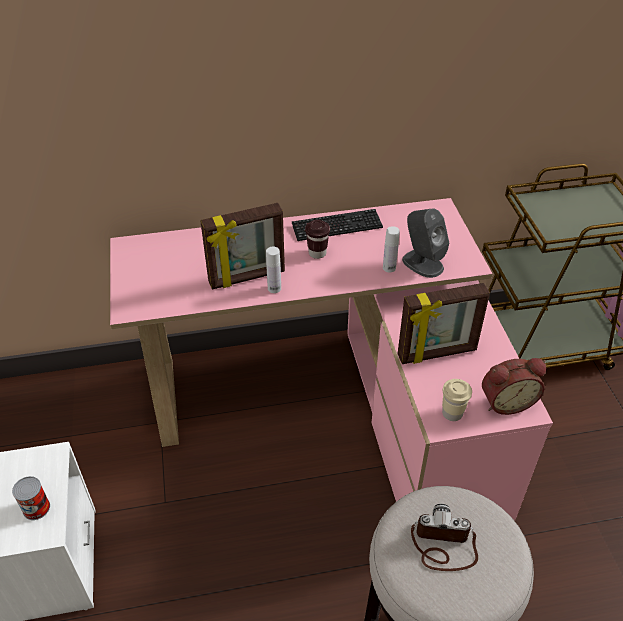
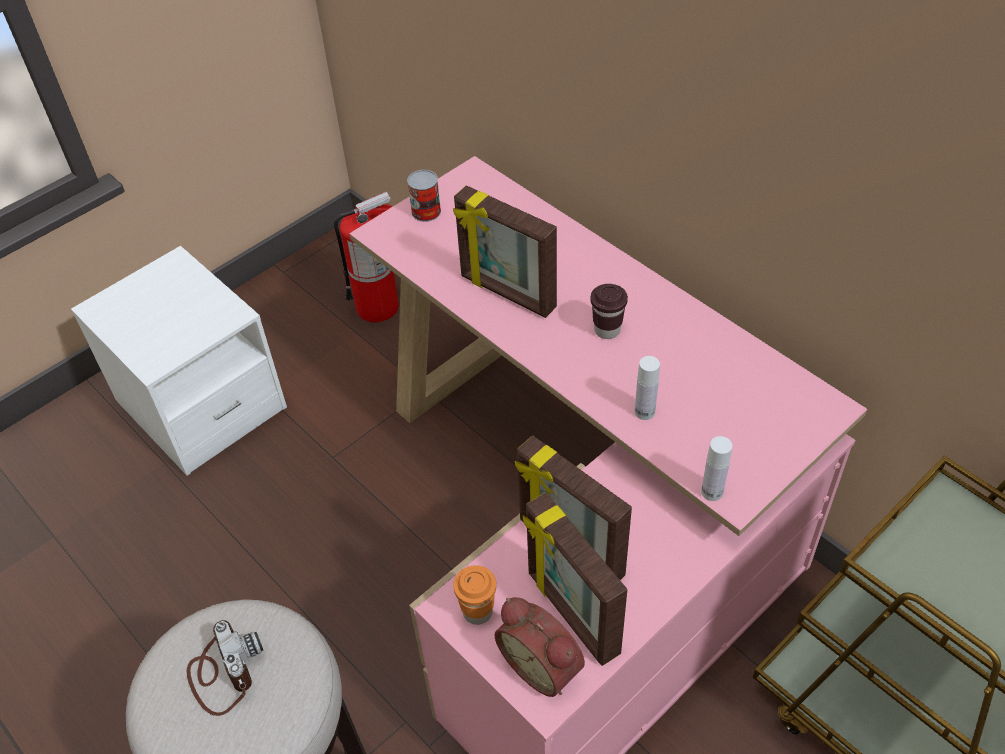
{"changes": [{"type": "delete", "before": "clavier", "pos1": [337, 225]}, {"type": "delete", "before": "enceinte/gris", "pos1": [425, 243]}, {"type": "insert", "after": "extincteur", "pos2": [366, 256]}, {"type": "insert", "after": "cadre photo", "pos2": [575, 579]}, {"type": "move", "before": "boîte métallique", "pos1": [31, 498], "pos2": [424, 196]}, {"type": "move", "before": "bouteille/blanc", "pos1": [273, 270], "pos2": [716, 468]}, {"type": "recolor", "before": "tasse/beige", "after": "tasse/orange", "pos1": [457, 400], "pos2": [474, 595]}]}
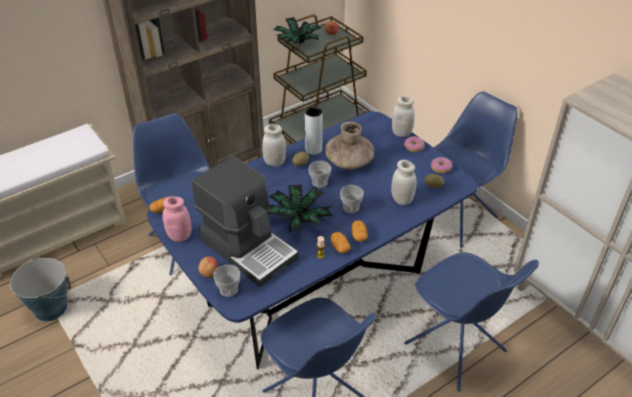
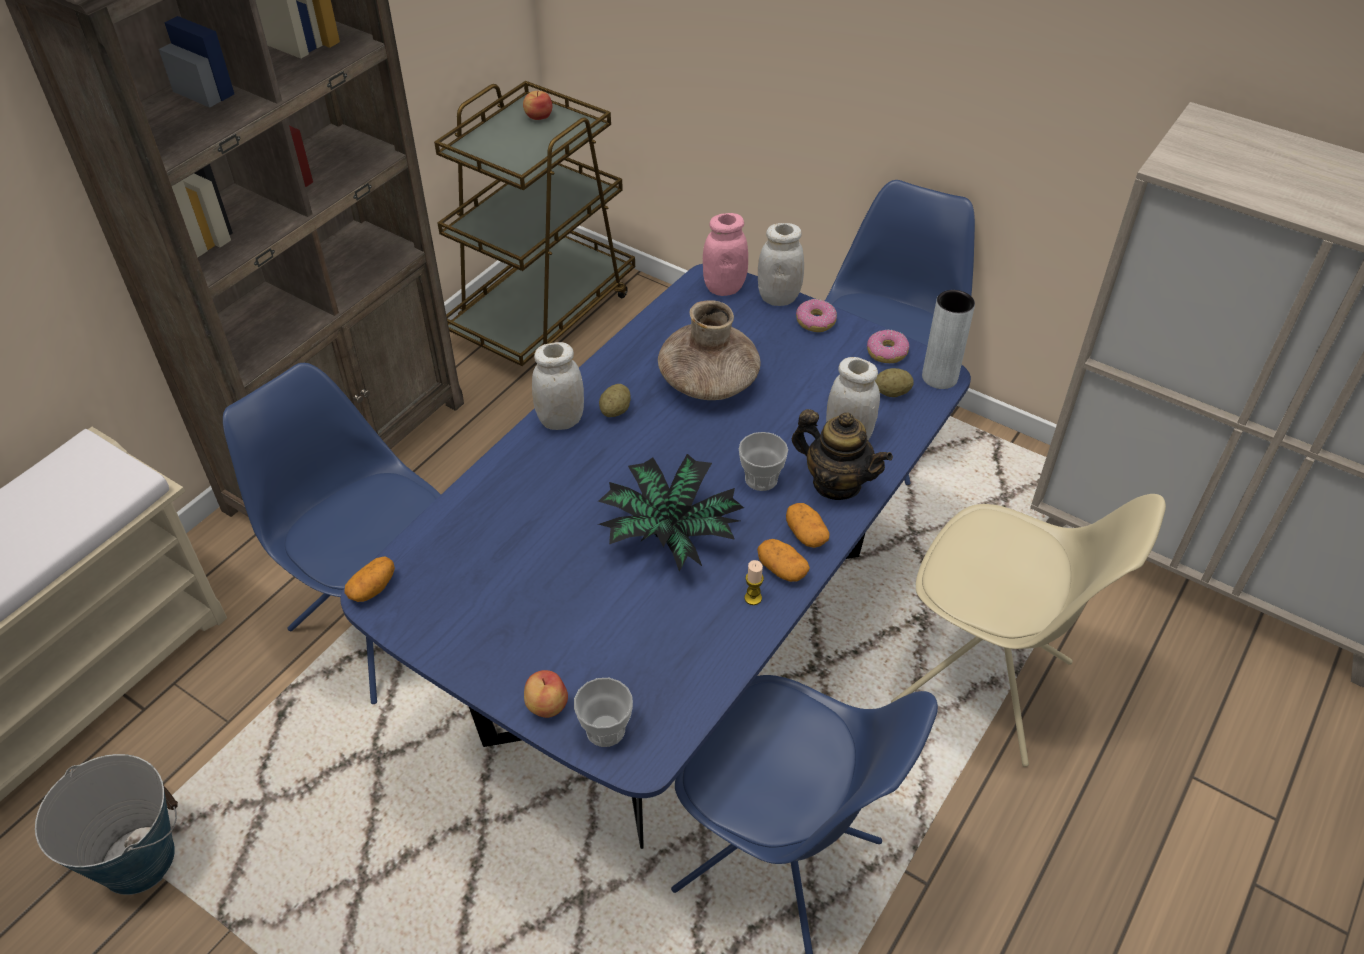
{"changes": [{"type": "delete", "before": "machine à café", "pos1": [245, 221]}, {"type": "delete", "before": "plante en pot", "pos1": [297, 30]}, {"type": "delete", "before": "tasse", "pos1": [320, 174]}, {"type": "insert", "after": "théière", "pos2": [842, 454]}, {"type": "move", "before": "bocal/rose", "pos1": [177, 219], "pos2": [725, 254]}, {"type": "move", "before": "vase/gris", "pos1": [314, 131], "pos2": [948, 339]}, {"type": "recolor", "before": "chaise/bleu", "after": "chaise/beige", "pos1": [471, 322], "pos2": [1028, 630]}]}
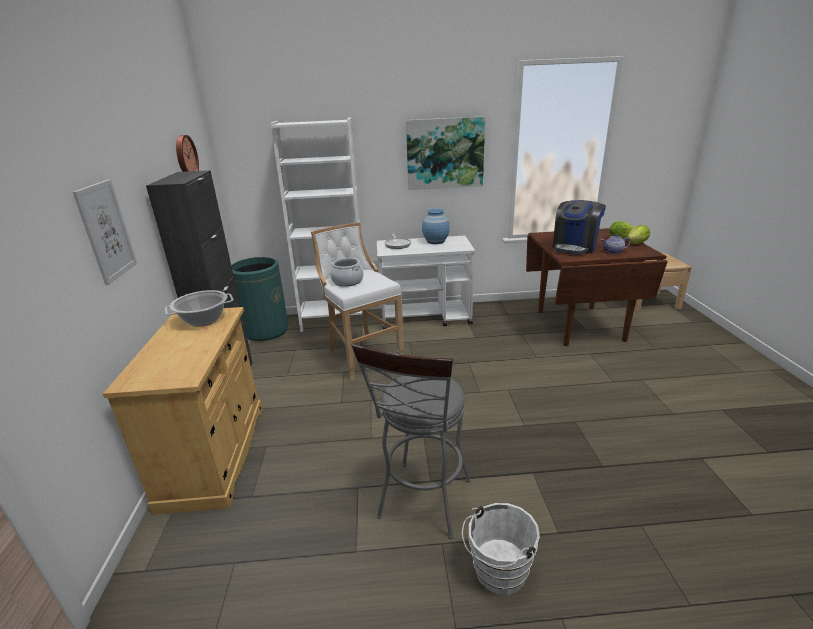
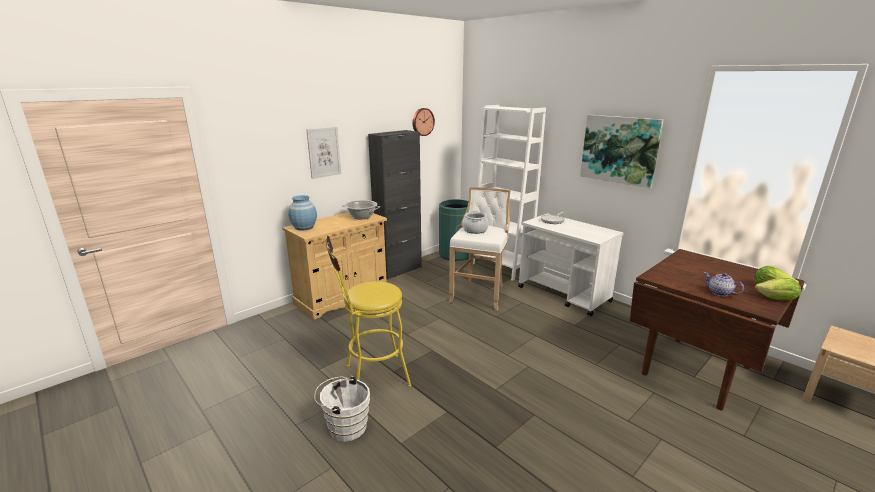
{"changes": [{"type": "delete", "before": "machine à café", "pos1": [579, 227]}, {"type": "move", "before": "vase/bleu", "pos1": [436, 226], "pos2": [302, 213]}, {"type": "recolor", "before": "tabouret/gris", "after": "tabouret/jaune", "pos1": [411, 441], "pos2": [368, 311]}]}
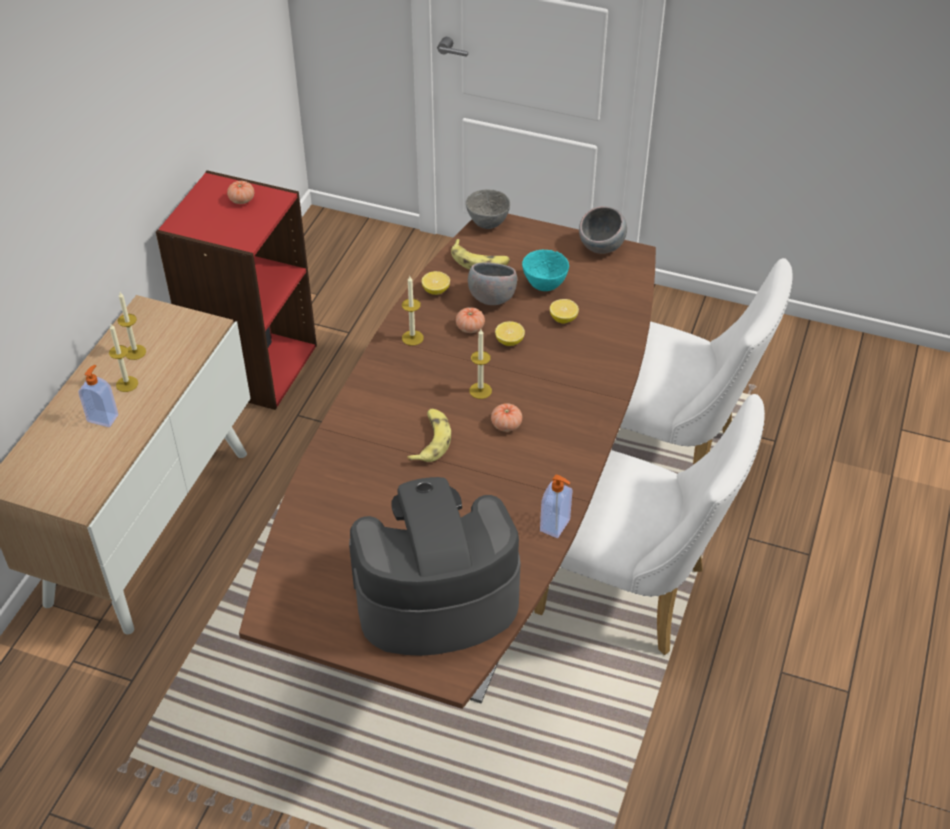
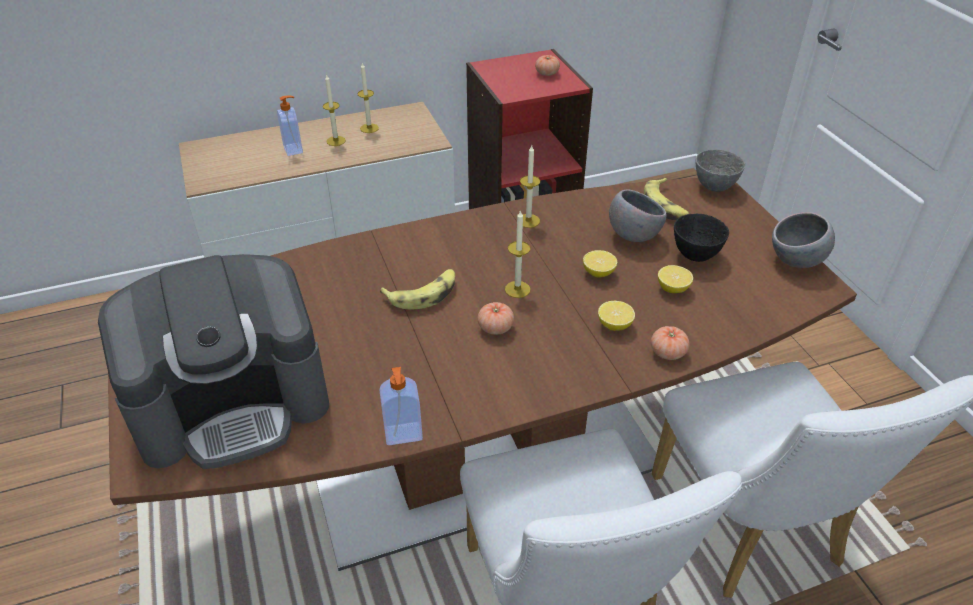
{"changes": [{"type": "move", "before": "citron", "pos1": [436, 283], "pos2": [616, 316]}, {"type": "move", "before": "tomate", "pos1": [470, 320], "pos2": [670, 343]}, {"type": "recolor", "before": "bol/turquoise", "after": "bol/noir", "pos1": [545, 270], "pos2": [701, 237]}, {"type": "rotate", "before": "machine à café", "pos1": [435, 566], "pos2": [213, 361], "turn": 120}]}
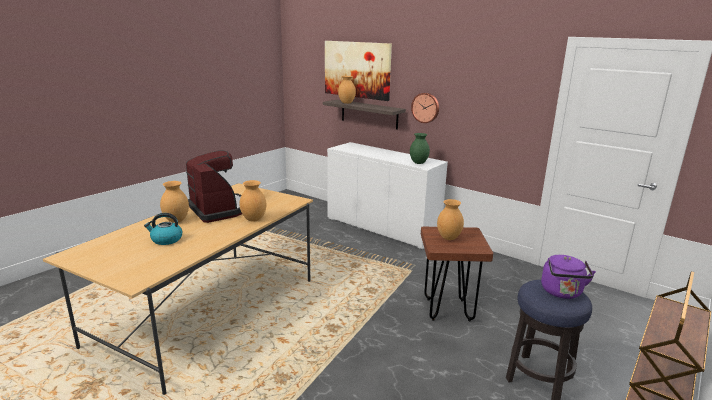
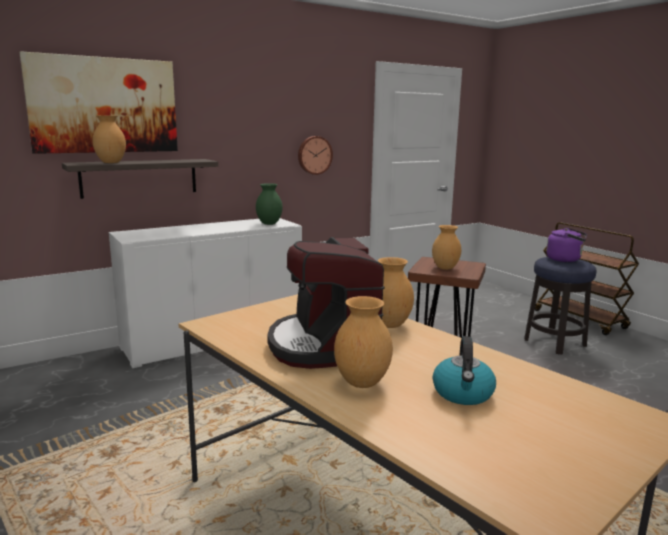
{"changes": [{"type": "move", "before": "horloge murale", "pos1": [425, 108], "pos2": [315, 155]}, {"type": "rotate", "before": "machine à café", "pos1": [214, 186], "pos2": [325, 303], "turn": -90}]}
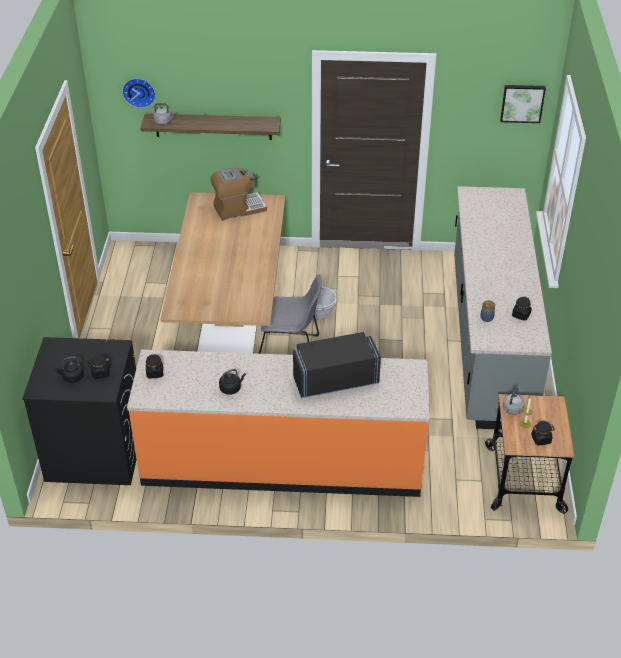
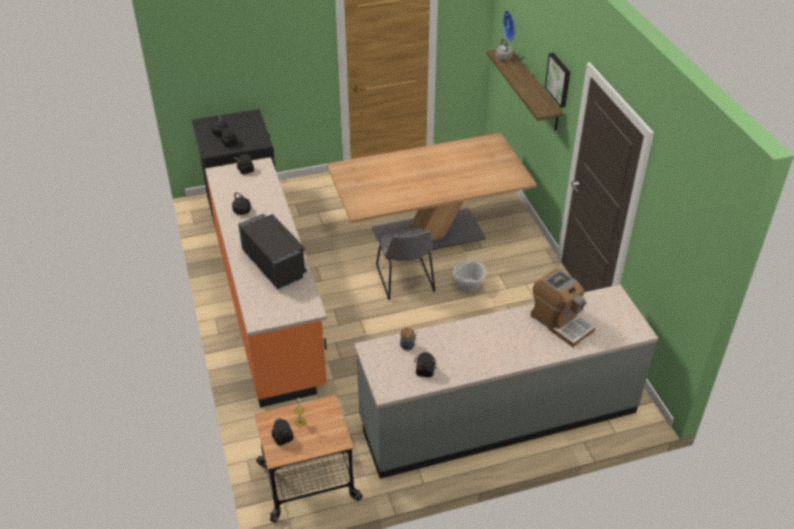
{"changes": [{"type": "delete", "before": "bouilloire/gris", "pos1": [514, 401]}, {"type": "move", "before": "machine à café", "pos1": [238, 194], "pos2": [563, 307]}, {"type": "move", "before": "tableau", "pos1": [523, 104], "pos2": [557, 80]}]}
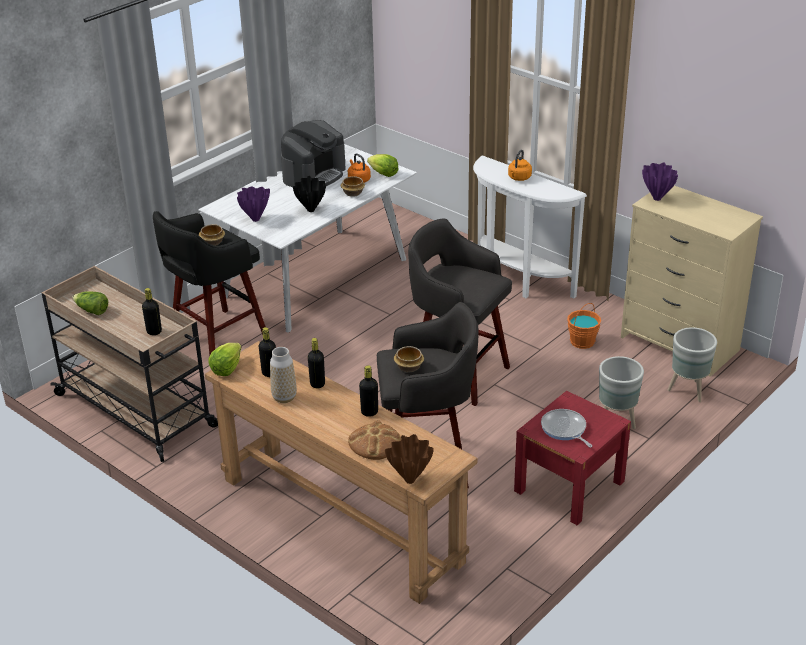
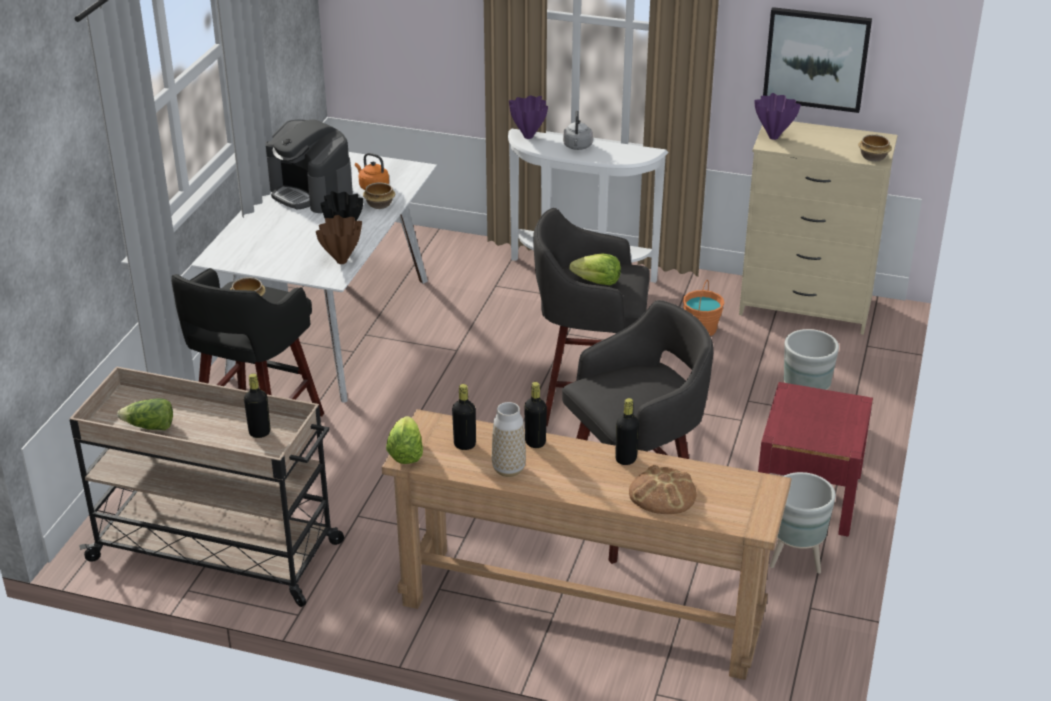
{"changes": [{"type": "delete", "before": "poêle", "pos1": [566, 428]}, {"type": "insert", "after": "tableau", "pos2": [817, 60]}, {"type": "move", "before": "vase/violet", "pos1": [253, 204], "pos2": [528, 117]}, {"type": "move", "before": "laitue", "pos1": [383, 165], "pos2": [595, 269]}, {"type": "move", "before": "vase/marron", "pos1": [409, 459], "pos2": [339, 239]}, {"type": "move", "before": "bol", "pos1": [409, 359], "pos2": [875, 148]}, {"type": "move", "before": "cache-pot/gris", "pos1": [692, 364], "pos2": [802, 523]}, {"type": "recolor", "before": "bouilloire/orange", "after": "bouilloire/gris", "pos1": [520, 165], "pos2": [578, 130]}, {"type": "rotate", "before": "machine à café", "pos1": [313, 153], "pos2": [309, 166], "turn": 120}]}
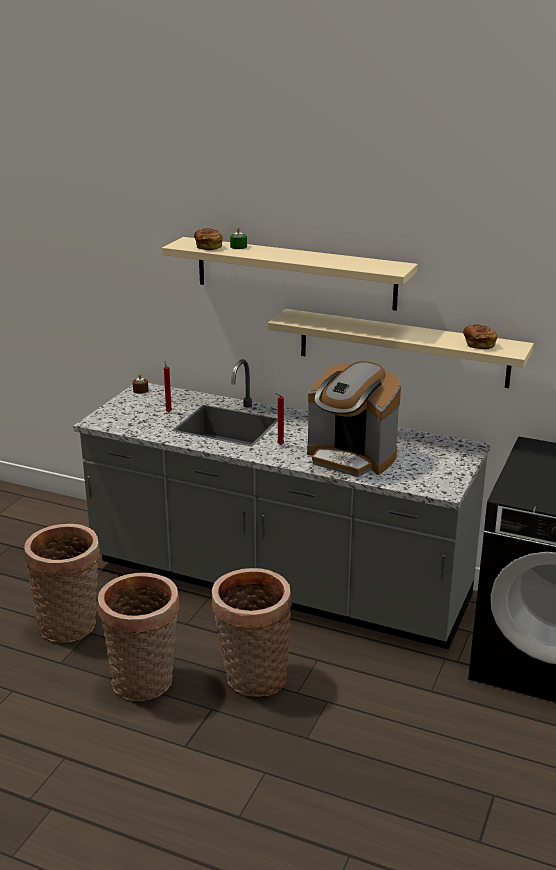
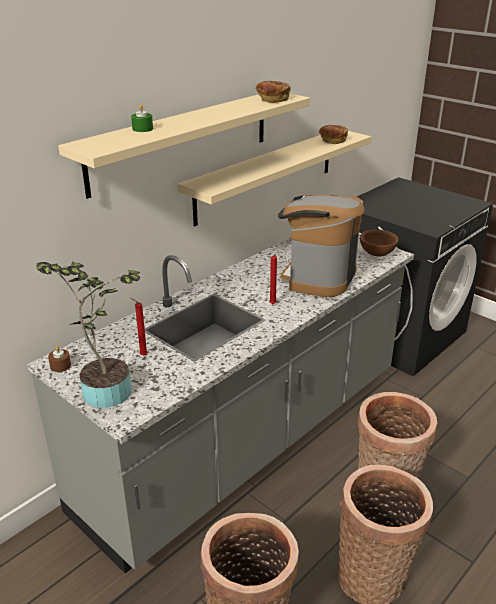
{"changes": [{"type": "insert", "after": "plante en pot", "pos2": [88, 335]}, {"type": "insert", "after": "bol/marron", "pos2": [379, 243]}, {"type": "move", "before": "pain", "pos1": [208, 239], "pos2": [273, 92]}, {"type": "rotate", "before": "machine à café", "pos1": [354, 419], "pos2": [321, 246], "turn": 150}]}
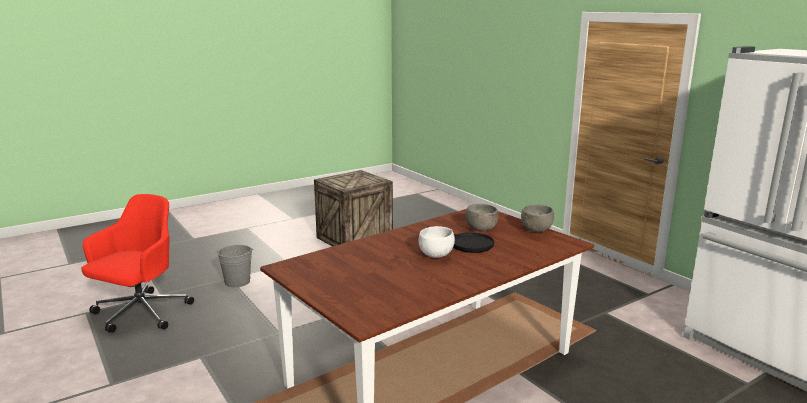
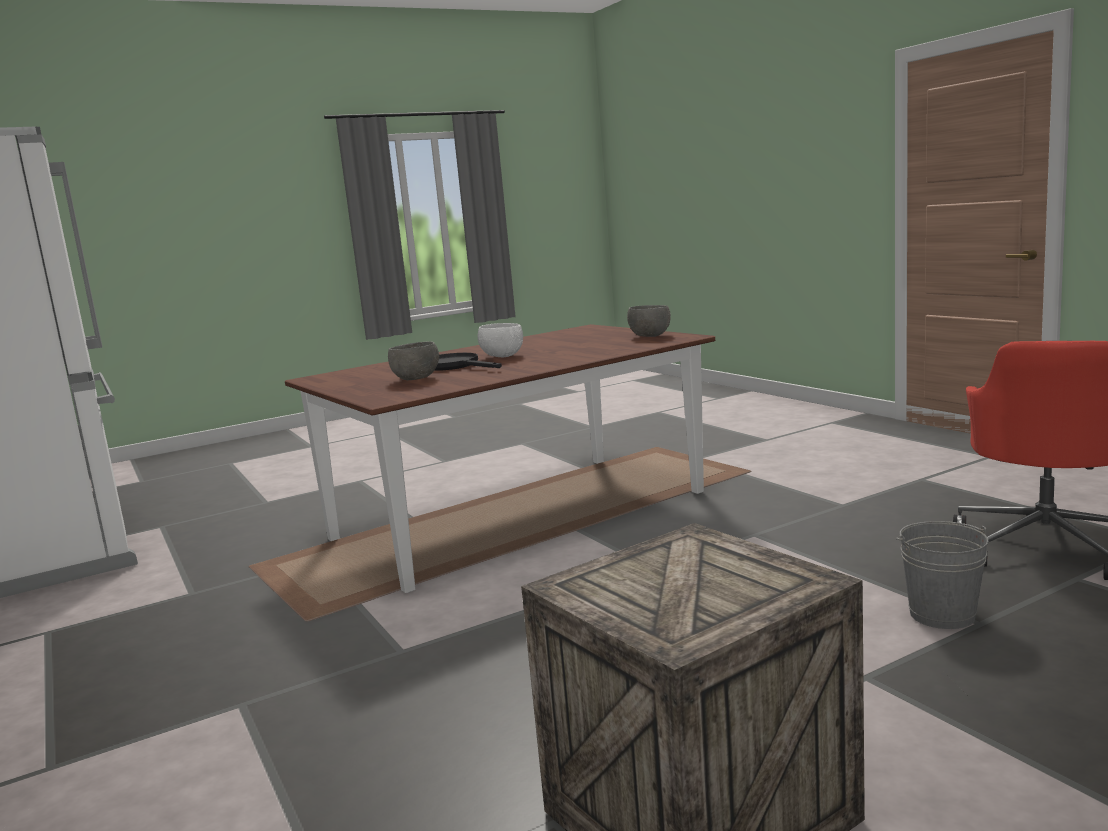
{"changes": [{"type": "move", "before": "bol/gris", "pos1": [537, 218], "pos2": [649, 321]}]}
